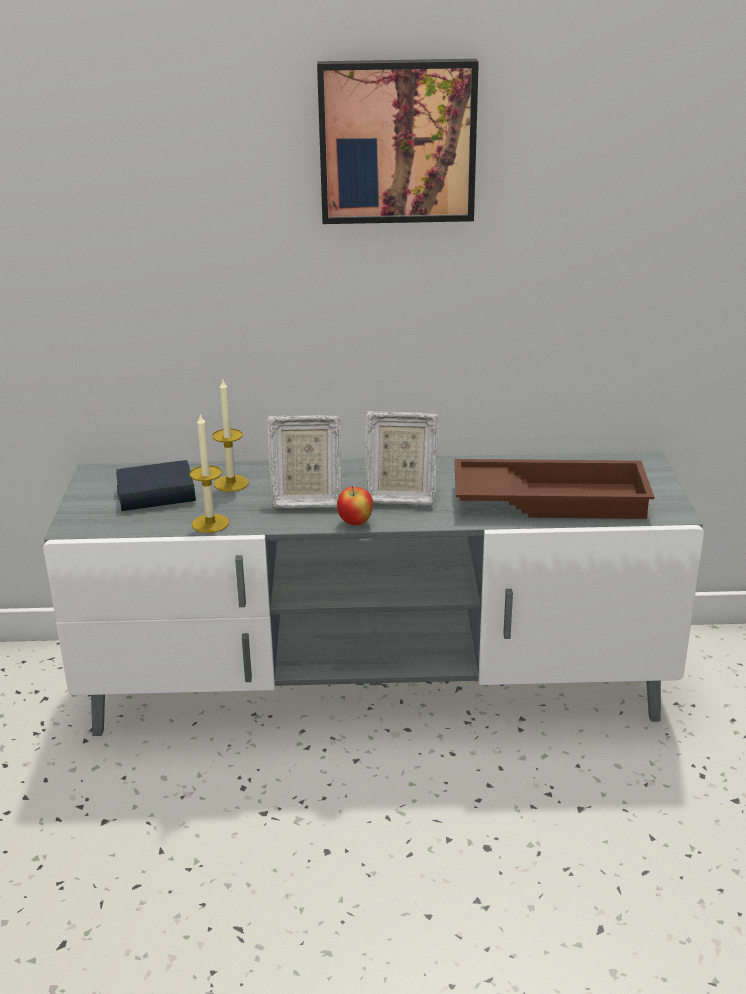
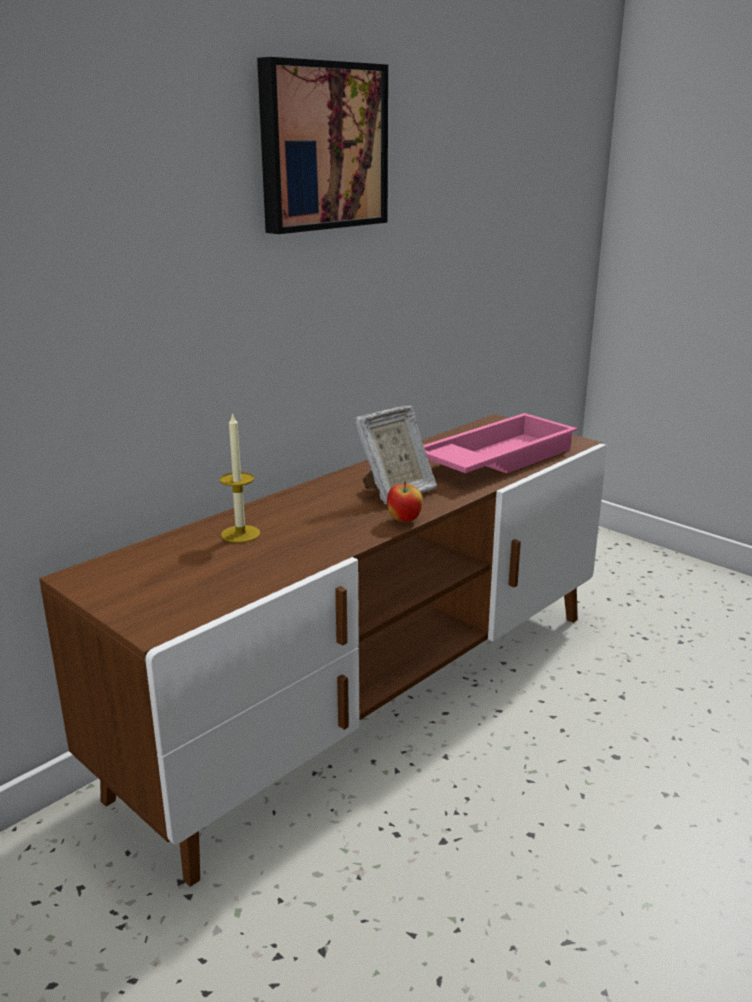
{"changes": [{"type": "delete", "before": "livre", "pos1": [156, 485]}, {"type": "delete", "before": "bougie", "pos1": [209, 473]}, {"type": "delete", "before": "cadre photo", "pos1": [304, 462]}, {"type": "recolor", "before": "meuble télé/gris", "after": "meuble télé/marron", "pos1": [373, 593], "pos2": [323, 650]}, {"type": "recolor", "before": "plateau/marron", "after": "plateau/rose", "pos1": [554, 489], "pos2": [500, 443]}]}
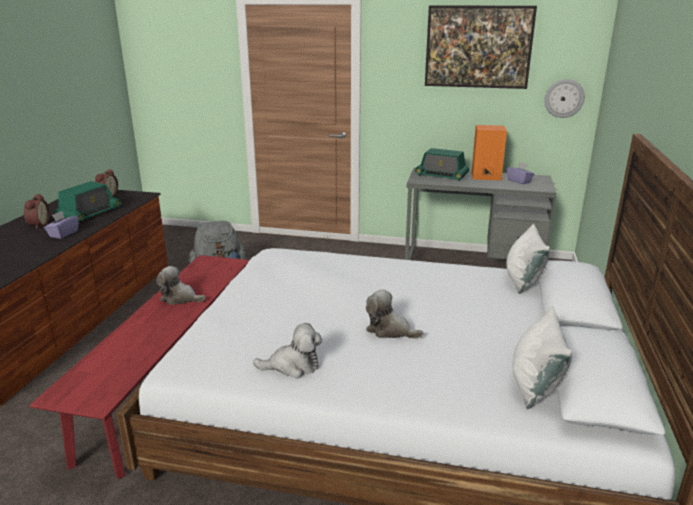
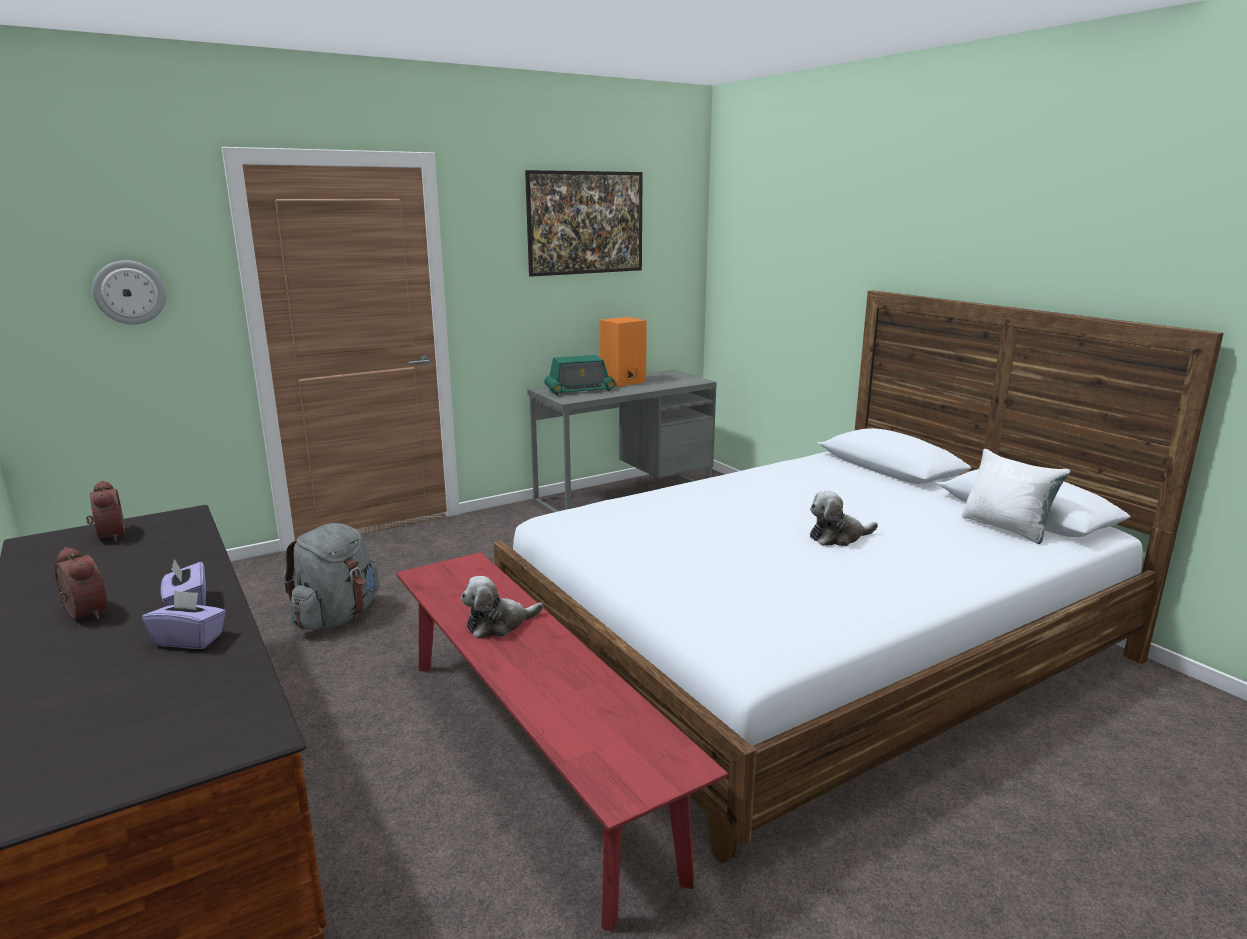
{"changes": [{"type": "delete", "before": "radio", "pos1": [88, 202]}, {"type": "delete", "before": "peluche", "pos1": [287, 351]}, {"type": "delete", "before": "coussin/blanc", "pos1": [528, 258]}, {"type": "move", "before": "boîte à mouchoirs/violet", "pos1": [521, 173], "pos2": [184, 619]}, {"type": "move", "before": "horloge murale", "pos1": [564, 98], "pos2": [129, 292]}]}
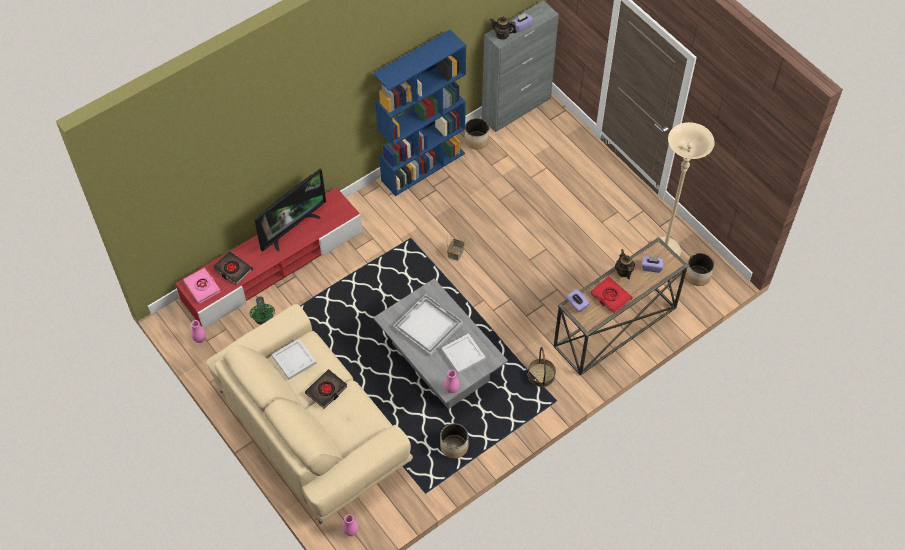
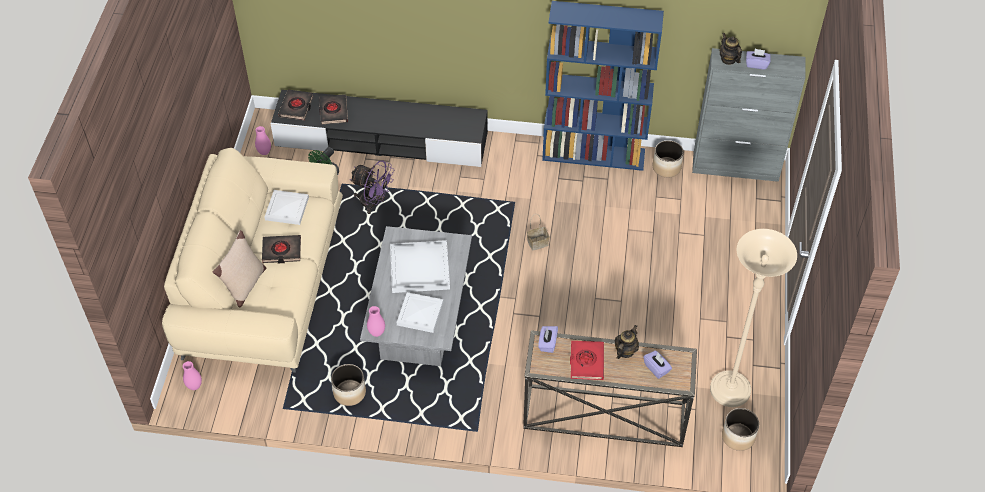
{"changes": [{"type": "delete", "before": "téléviseur", "pos1": [290, 210]}, {"type": "delete", "before": "panier", "pos1": [542, 367]}, {"type": "insert", "after": "coussin/beige", "pos2": [239, 269]}, {"type": "insert", "after": "ventilateur/violet", "pos2": [372, 187]}, {"type": "recolor", "before": "meuble télé/rouge", "after": "meuble télé/noir", "pos1": [269, 258], "pos2": [379, 128]}, {"type": "recolor", "before": "livre/rose", "after": "livre/noir", "pos1": [202, 286], "pos2": [296, 104]}]}
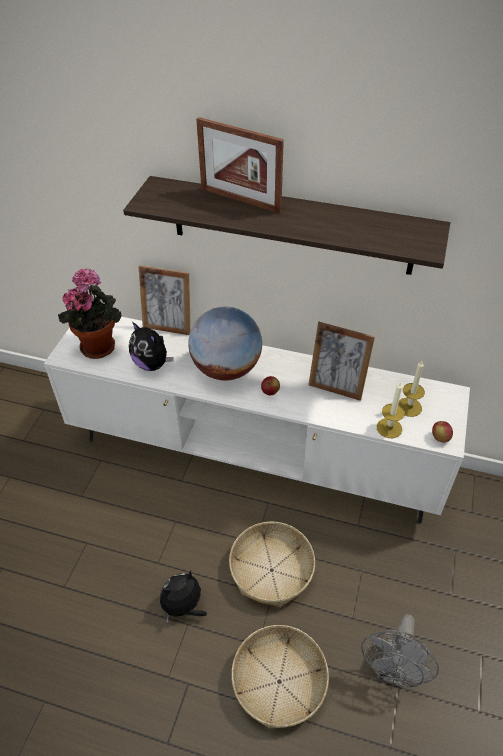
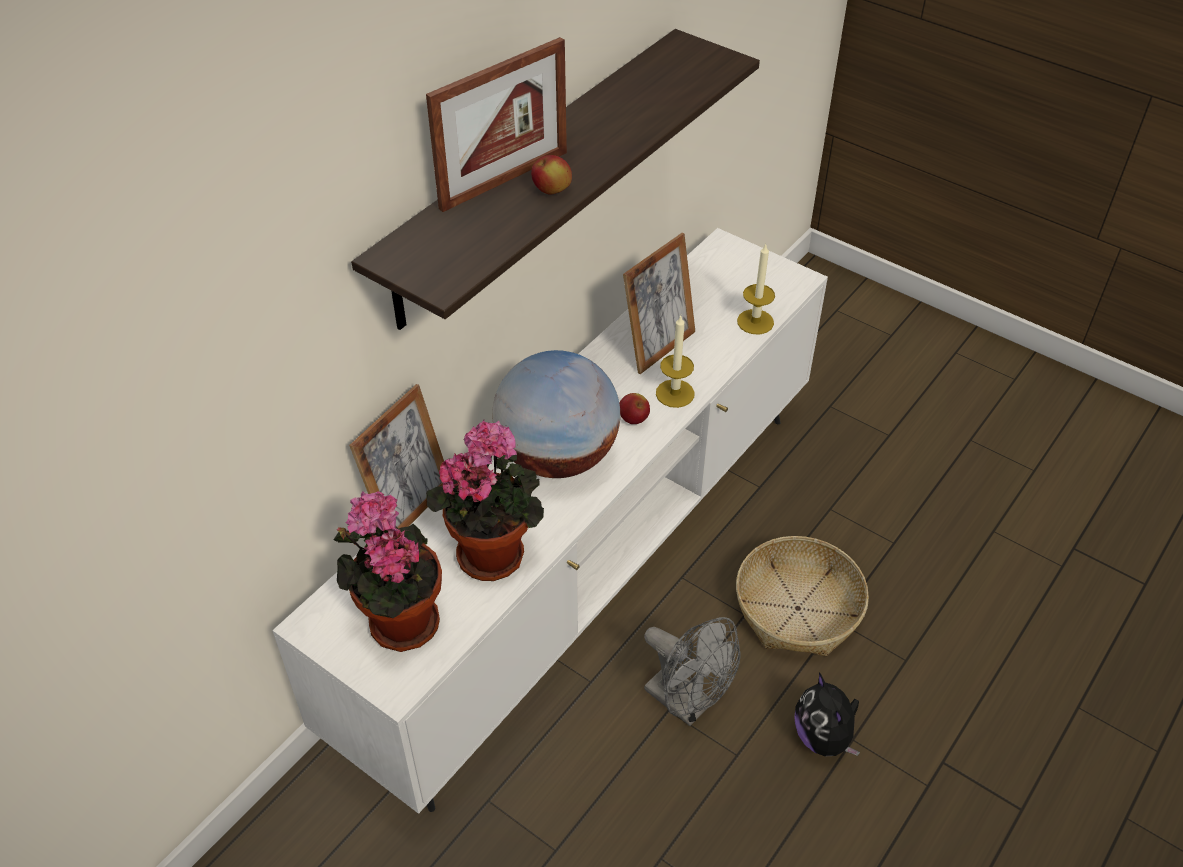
{"changes": [{"type": "delete", "before": "panier", "pos1": [280, 677]}, {"type": "move", "before": "ventilateur/gris", "pos1": [400, 651], "pos2": [692, 671]}, {"type": "move", "before": "bougie", "pos1": [411, 389], "pos2": [675, 362]}, {"type": "move", "before": "pomme", "pos1": [442, 431], "pos2": [551, 175]}, {"type": "replace", "before": "peluche", "after": "plante en pot", "pos1": [151, 346], "pos2": [485, 500]}]}
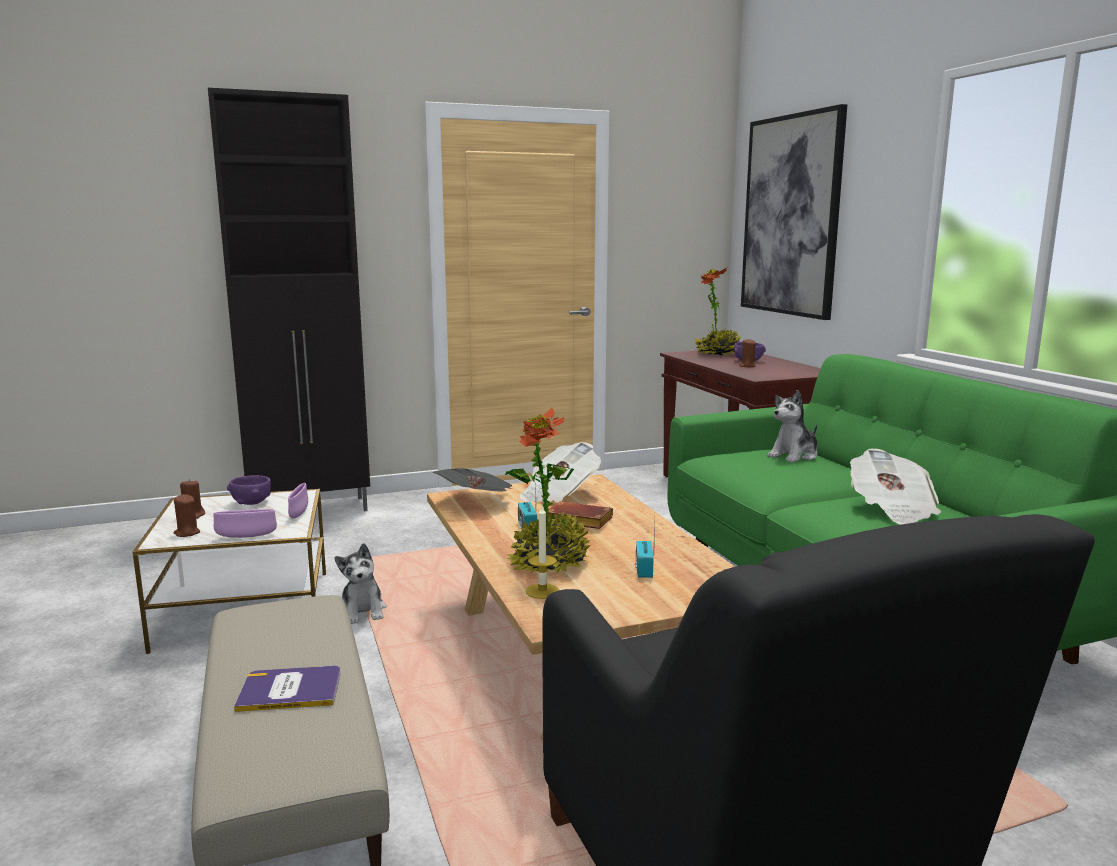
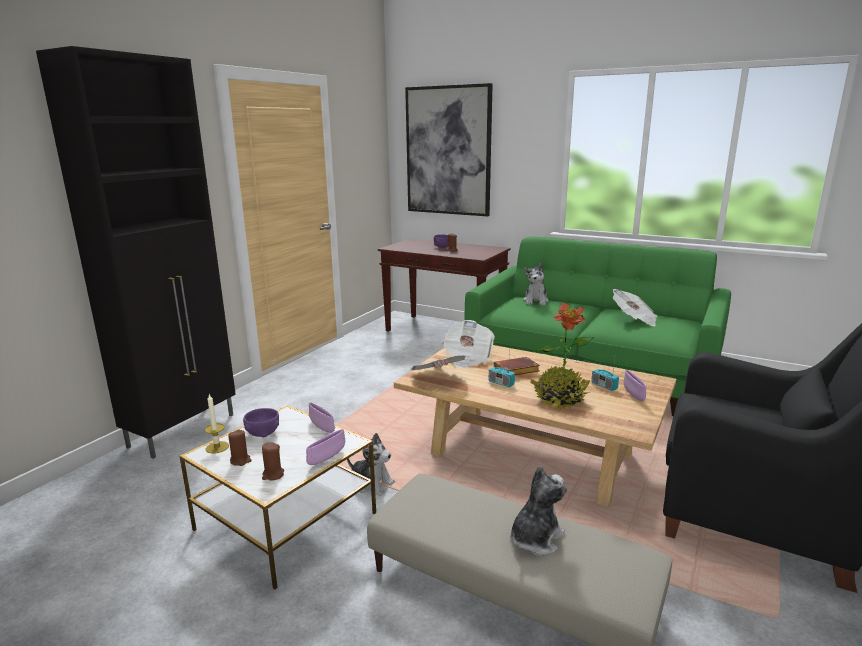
{"changes": [{"type": "delete", "before": "plante en pot", "pos1": [718, 311]}, {"type": "insert", "after": "bol/violet", "pos2": [635, 385]}, {"type": "move", "before": "bougie", "pos1": [542, 552], "pos2": [216, 424]}, {"type": "replace", "before": "livre", "after": "peluche", "pos1": [287, 689], "pos2": [538, 511]}]}
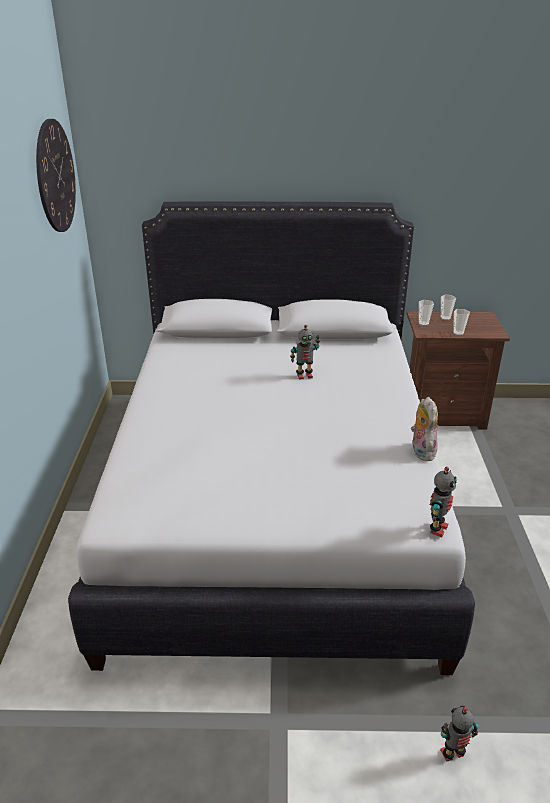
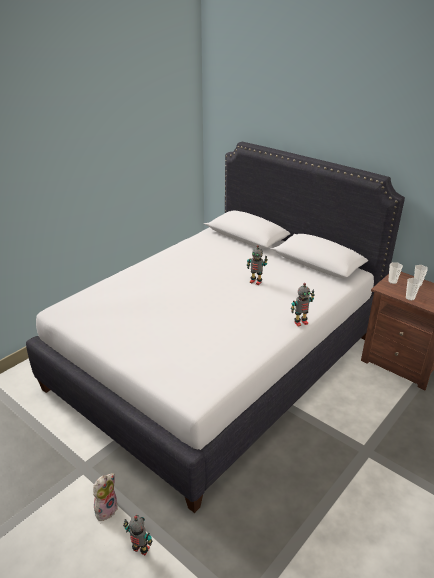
{"changes": [{"type": "delete", "before": "horloge murale", "pos1": [56, 175]}, {"type": "move", "before": "peluche", "pos1": [424, 429], "pos2": [105, 497]}, {"type": "move", "before": "robot jouet", "pos1": [443, 502], "pos2": [303, 305]}]}
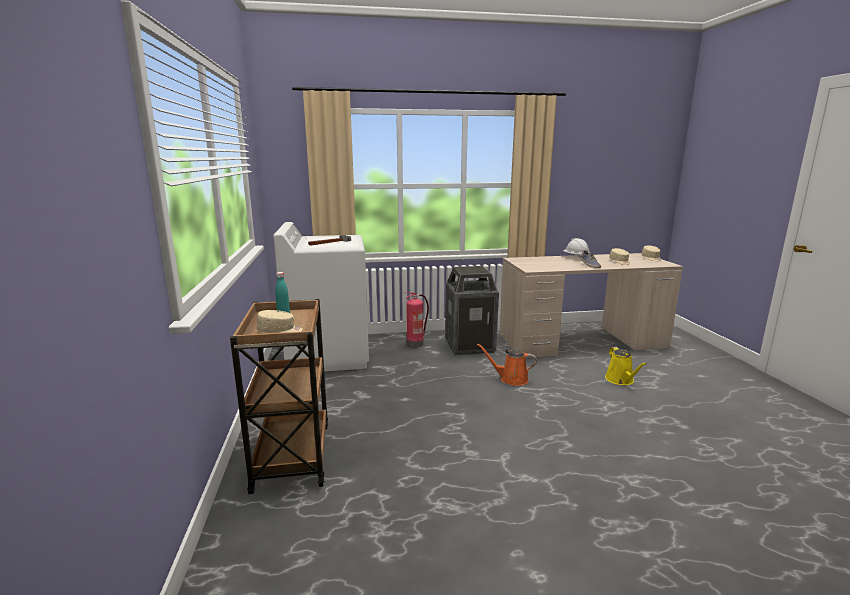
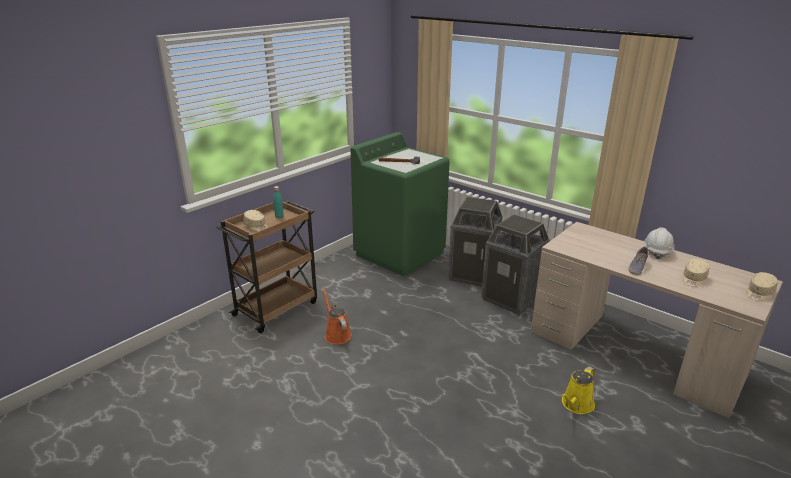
{"changes": [{"type": "move", "before": "arrosoir/orange", "pos1": [507, 365], "pos2": [337, 317]}, {"type": "replace", "before": "extincteur", "after": "poubelle", "pos1": [417, 320], "pos2": [475, 242]}, {"type": "recolor", "before": "lave-linge/blanc", "after": "lave-linge/vert", "pos1": [321, 296], "pos2": [400, 204]}]}
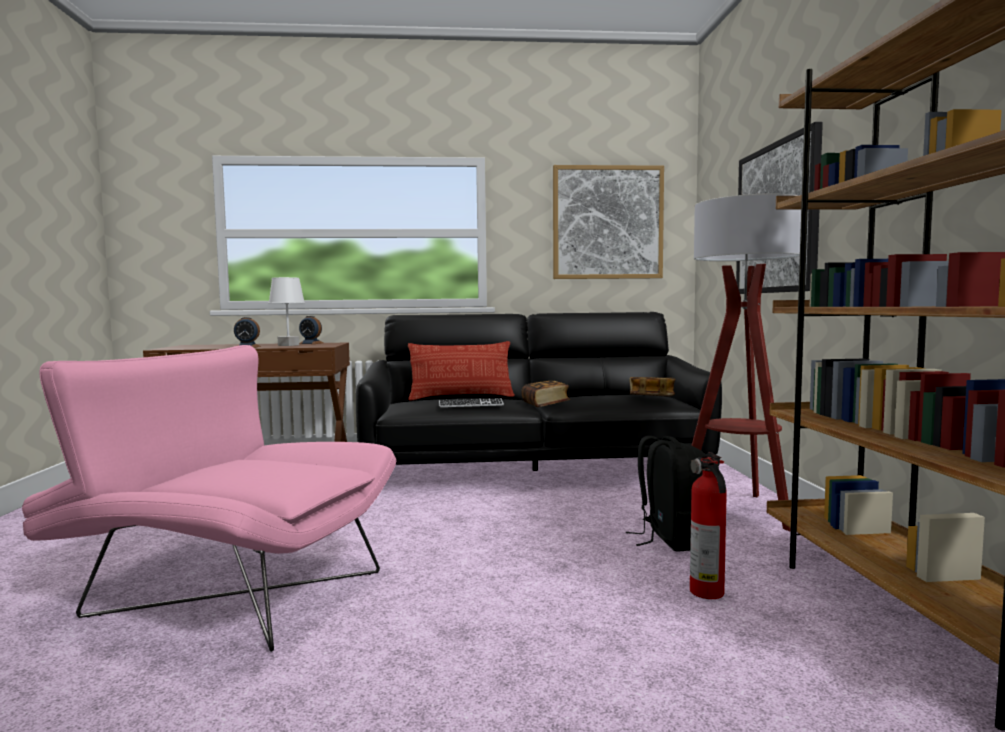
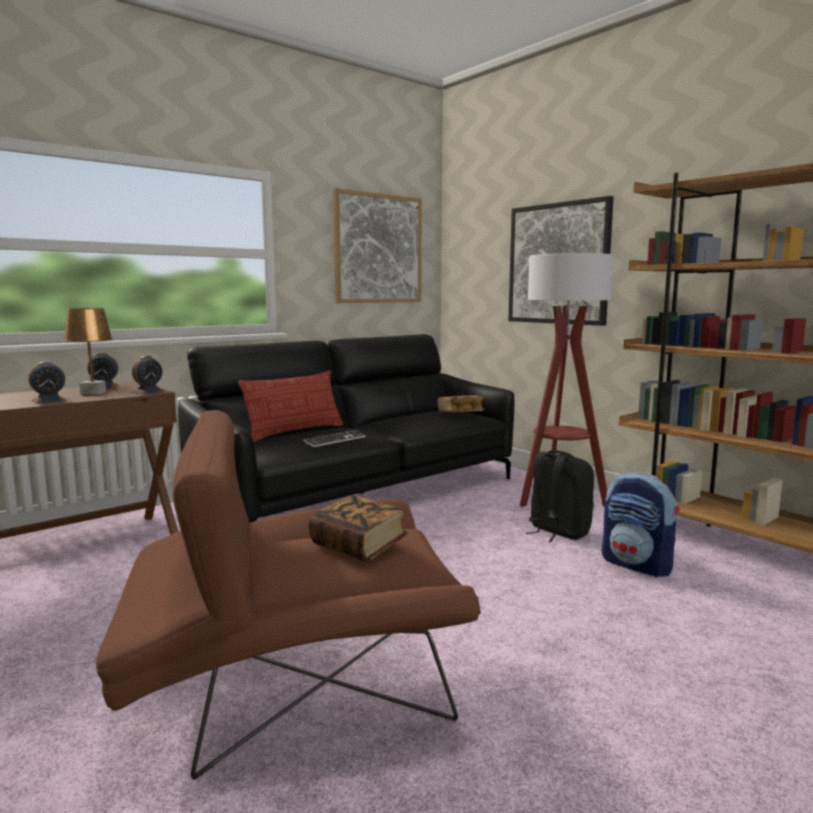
{"changes": [{"type": "insert", "after": "réveil", "pos2": [148, 375]}, {"type": "move", "before": "livre", "pos1": [546, 393], "pos2": [358, 528]}, {"type": "replace", "before": "extincteur", "after": "sac à dos", "pos1": [708, 525], "pos2": [641, 524]}, {"type": "recolor", "before": "fauteuil/rose", "after": "fauteuil/marron", "pos1": [209, 498], "pos2": [288, 595]}, {"type": "recolor", "before": "lampe de table/blanc", "after": "lampe de table/marron", "pos1": [287, 311], "pos2": [88, 351]}]}
